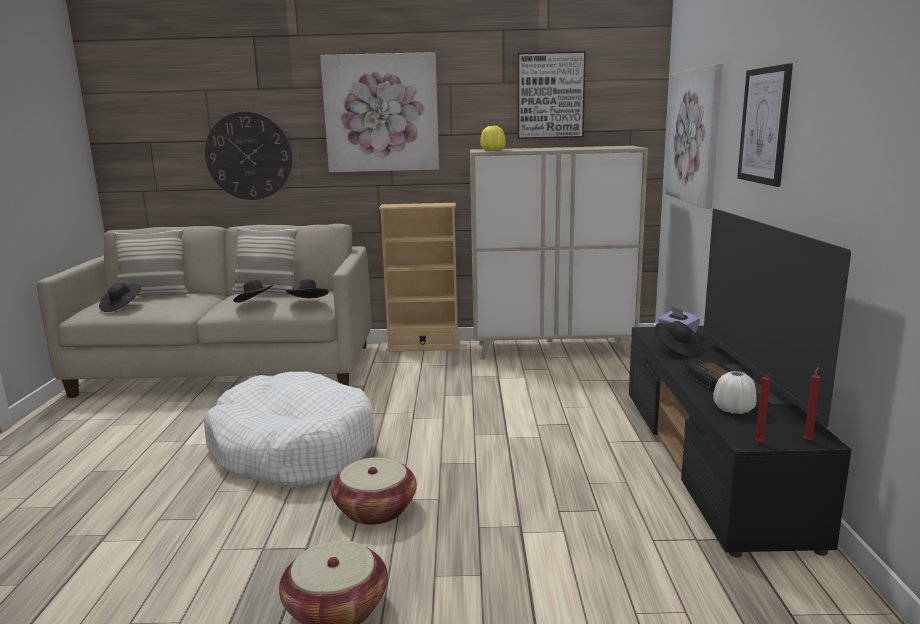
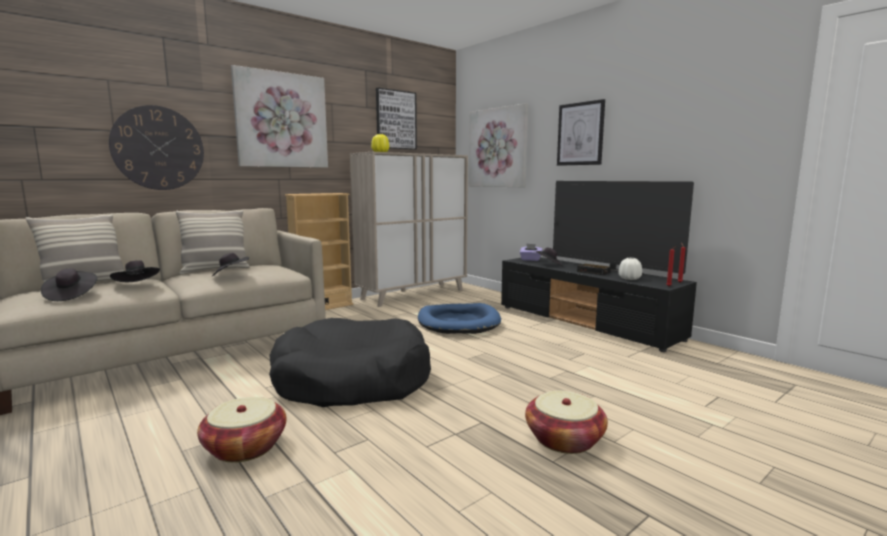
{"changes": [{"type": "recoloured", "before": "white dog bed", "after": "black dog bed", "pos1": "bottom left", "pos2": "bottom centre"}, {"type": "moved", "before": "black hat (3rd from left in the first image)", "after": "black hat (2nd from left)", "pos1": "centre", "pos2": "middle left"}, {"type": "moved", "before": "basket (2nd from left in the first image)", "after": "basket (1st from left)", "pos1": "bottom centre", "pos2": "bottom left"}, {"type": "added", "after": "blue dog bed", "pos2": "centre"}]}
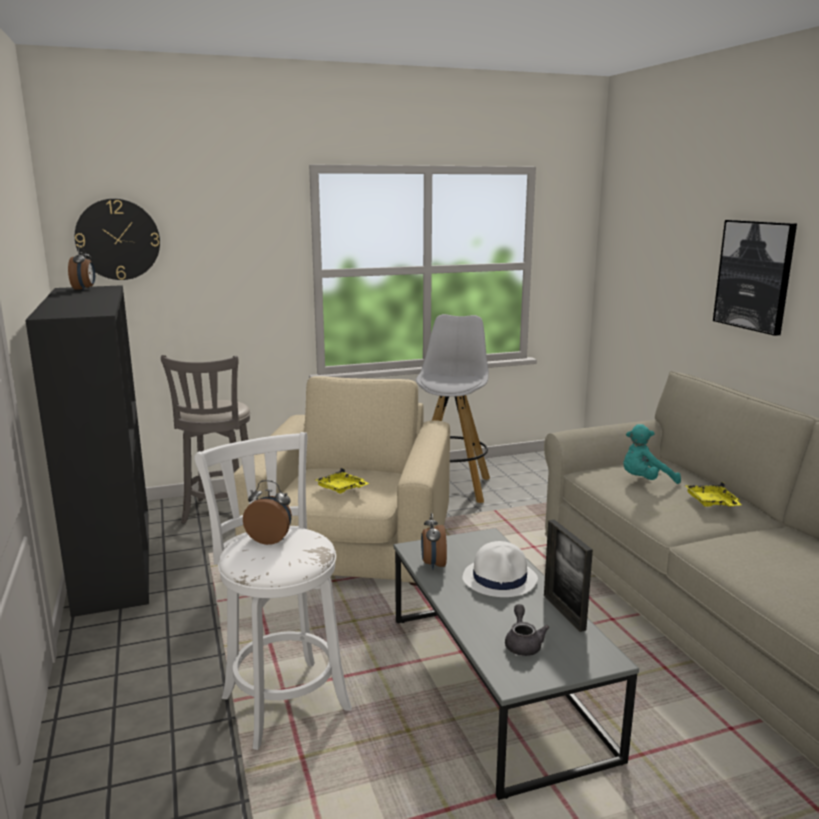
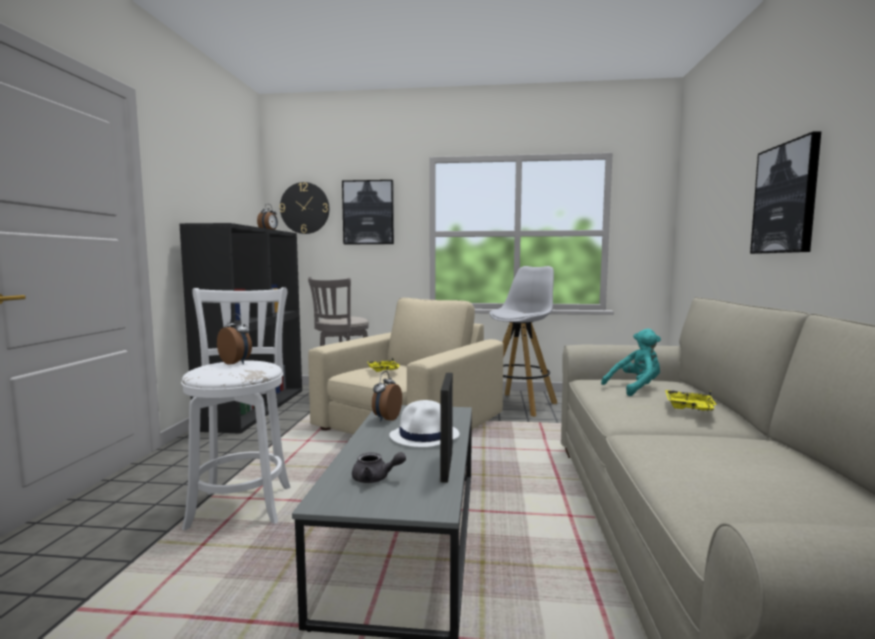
{"changes": [{"type": "turned", "before": "grey teapot", "pos1": "bottom centre", "pos2": "bottom centre", "turn": 75}, {"type": "turned", "before": "turquoise plush toy", "pos1": "middle right", "pos2": "middle right", "turn": 150}, {"type": "added", "after": "picture (1st from left)", "pos2": "top centre"}]}
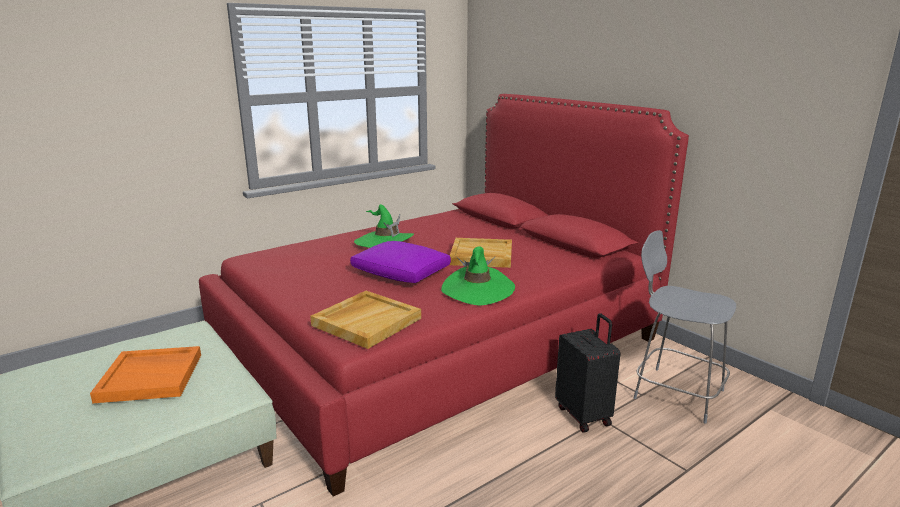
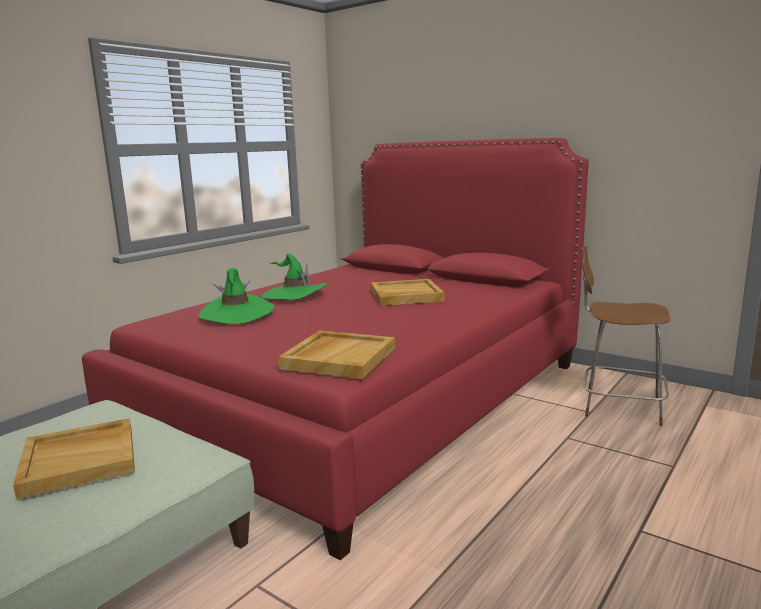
{"changes": [{"type": "recoloured", "before": "orange tray", "after": "beige tray (1st from left)", "pos1": "bottom left", "pos2": "bottom left"}, {"type": "removed", "before": "purple pillow", "pos1": "centre"}, {"type": "moved", "before": "green hat (2nd from left in the first image)", "after": "green hat (1st from left)", "pos1": "centre", "pos2": "middle left"}, {"type": "removed", "before": "black suitcase", "pos1": "bottom centre"}, {"type": "recoloured", "before": "grey chair", "after": "brown chair", "pos1": "middle right", "pos2": "middle right"}]}
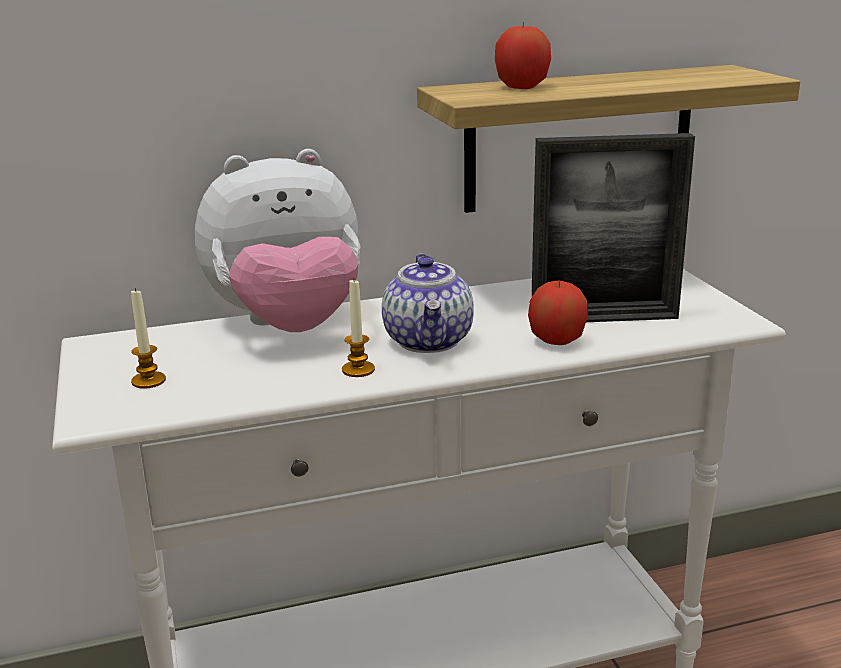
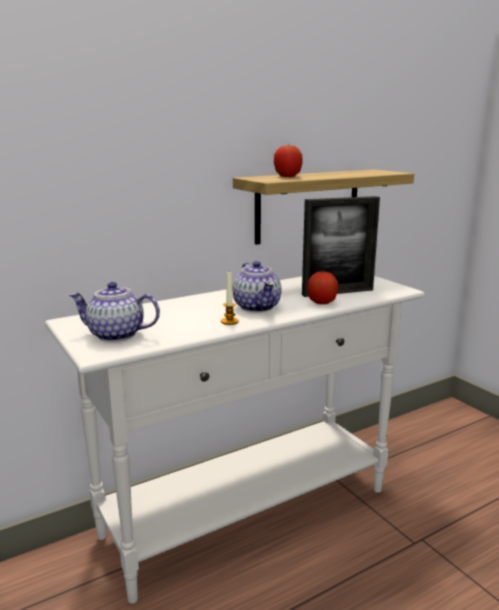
{"changes": [{"type": "replaced", "before": "candle (1st from left)", "after": "teapot (1st from left)", "pos1": "middle left", "pos2": "middle left"}, {"type": "removed", "before": "plush toy", "pos1": "middle left"}]}
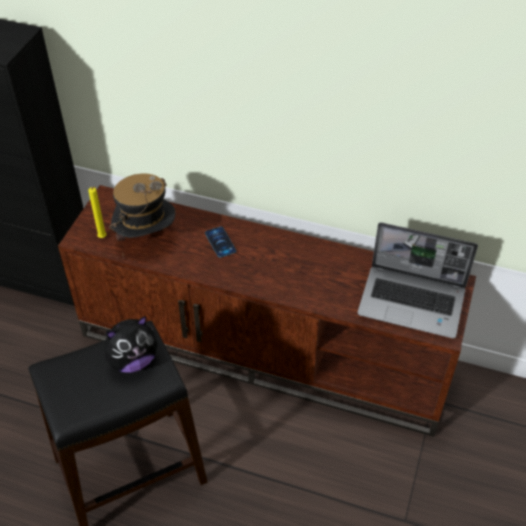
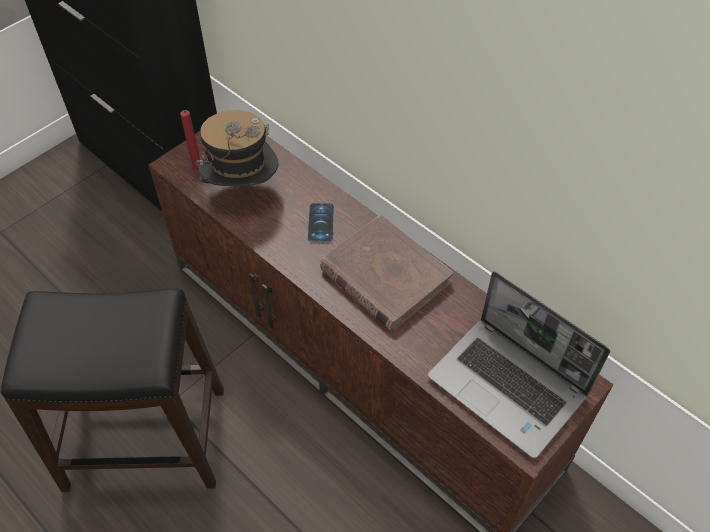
{"changes": [{"type": "recoloured", "before": "yellow candle", "after": "red candle", "pos1": "middle left", "pos2": "top left"}, {"type": "removed", "before": "plush toy", "pos1": "middle left"}, {"type": "added", "after": "brown book", "pos2": "centre"}]}
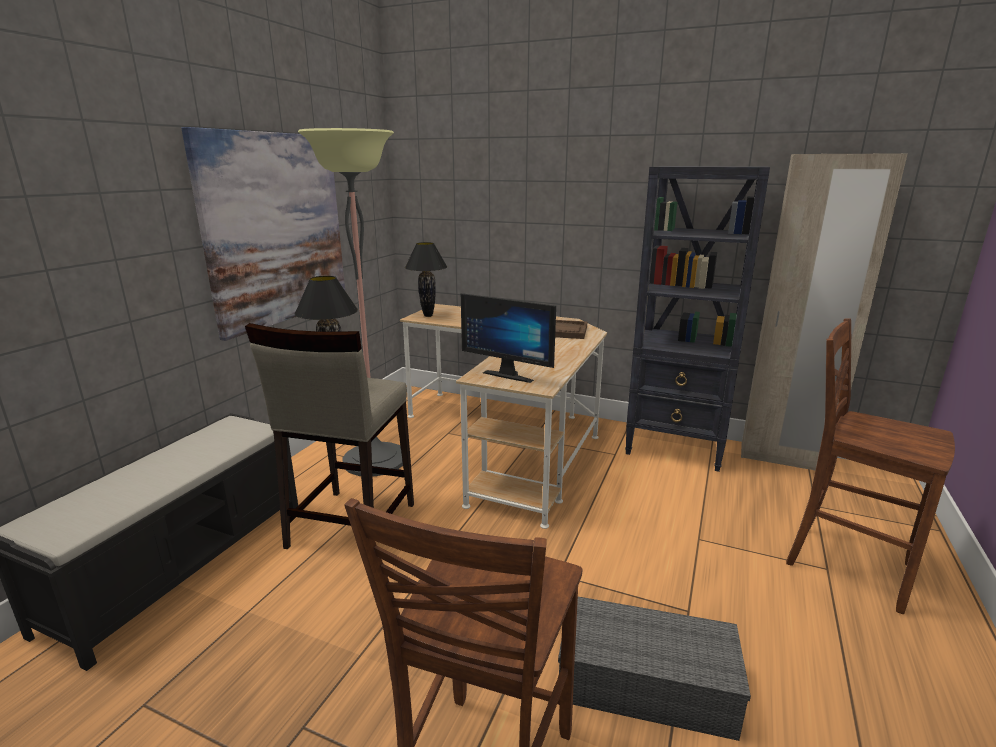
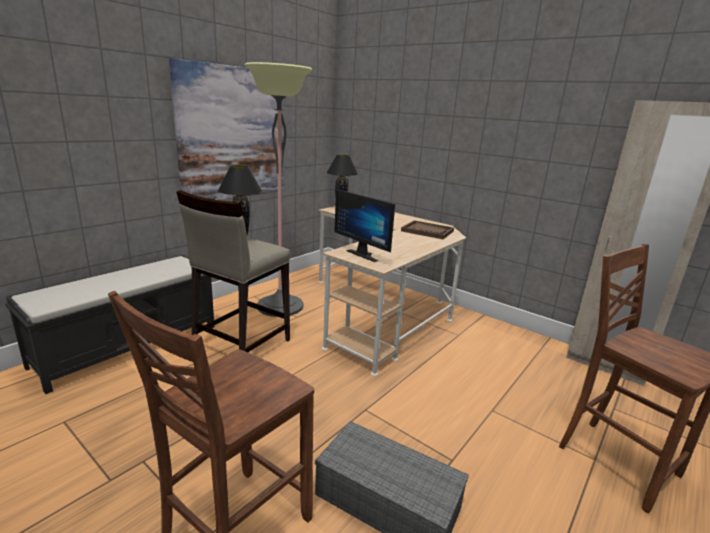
{"changes": [{"type": "removed", "before": "black bookcase", "pos1": "middle right"}]}
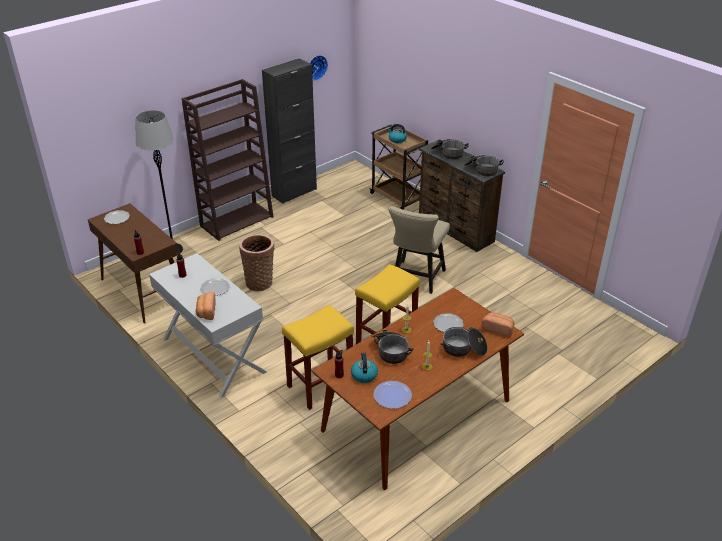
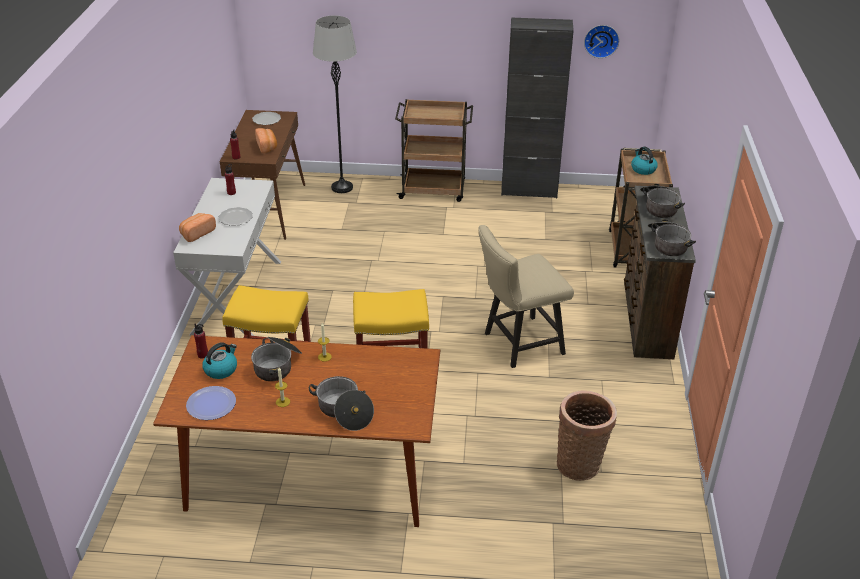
{"changes": [{"type": "replaced", "before": "brown bookcase", "after": "brown cart (1st from left)", "pos1": "top left", "pos2": "top centre"}, {"type": "moved", "before": "basket", "pos1": "centre", "pos2": "bottom right"}, {"type": "removed", "before": "plate (4th from left)", "pos1": "centre"}, {"type": "moved", "before": "bread (2nd from left)", "pos1": "middle right", "pos2": "top left"}]}
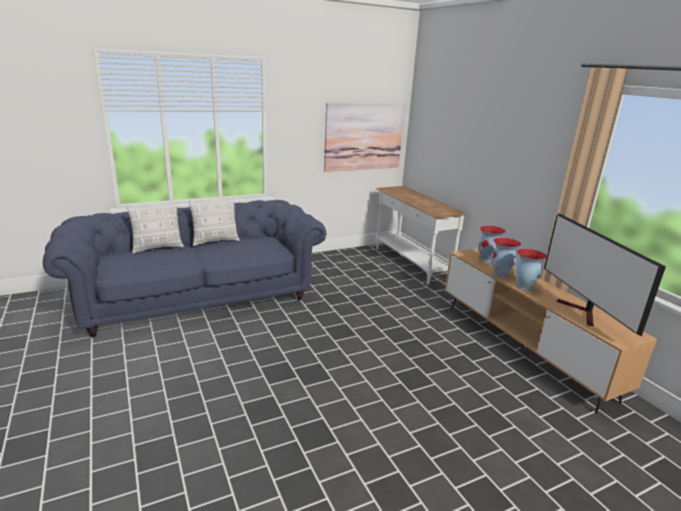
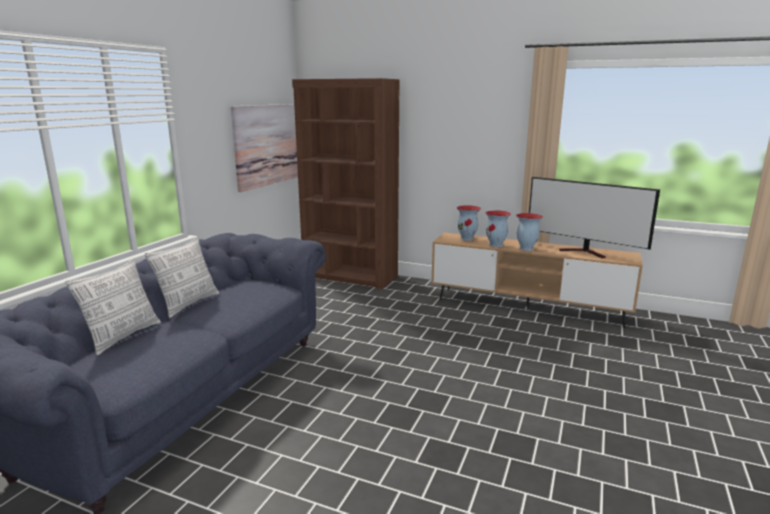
{"changes": [{"type": "replaced", "before": "white console table", "after": "brown bookcase", "pos1": "centre", "pos2": "centre"}]}
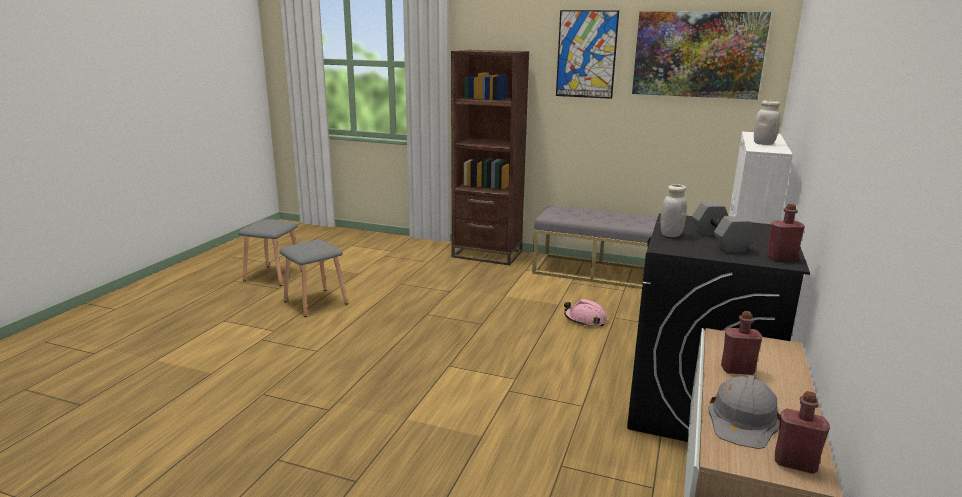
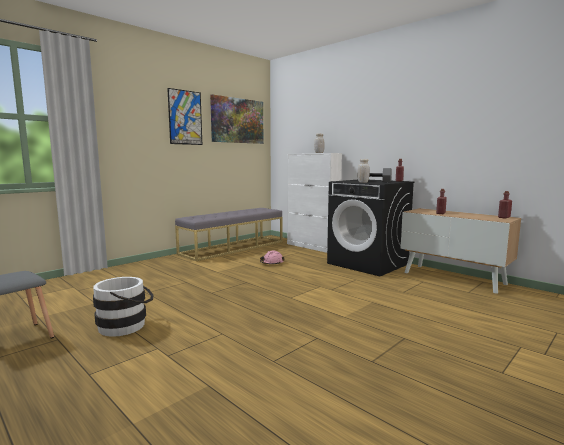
{"changes": [{"type": "replaced", "before": "grey stool (2nd from left)", "after": "white bucket", "pos1": "middle left", "pos2": "bottom left"}, {"type": "removed", "before": "brown bookcase", "pos1": "top centre"}, {"type": "removed", "before": "grey hard hat", "pos1": "bottom right"}]}
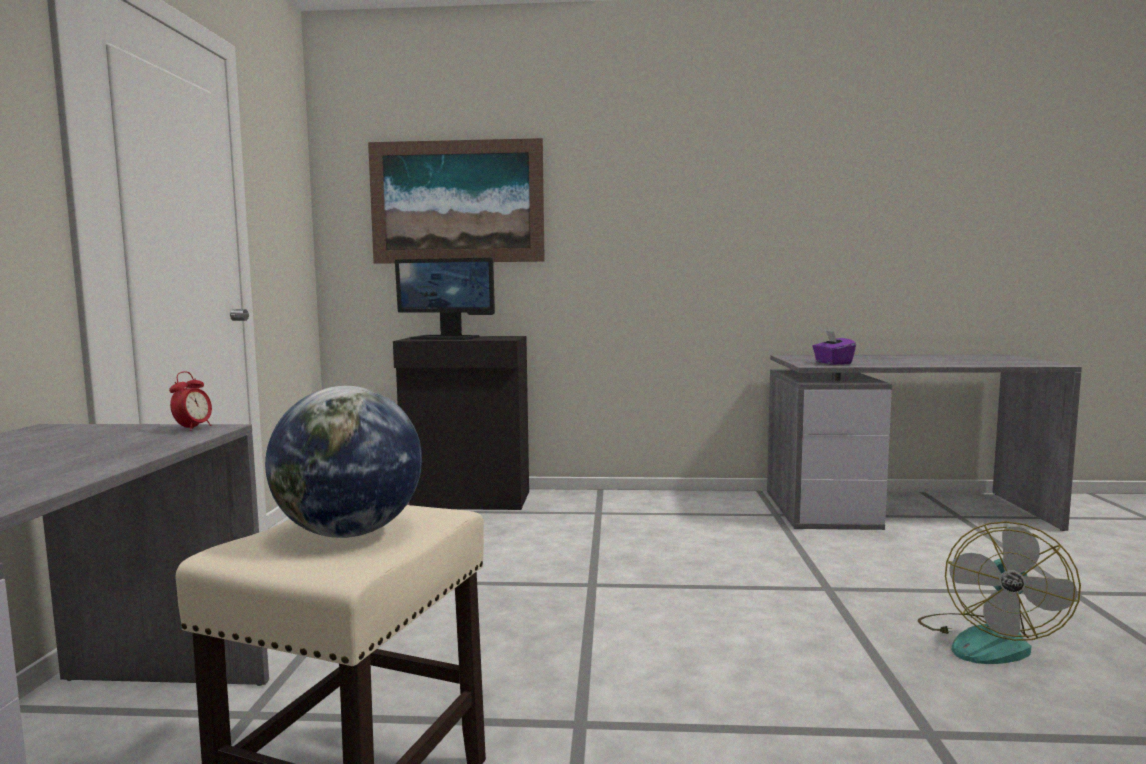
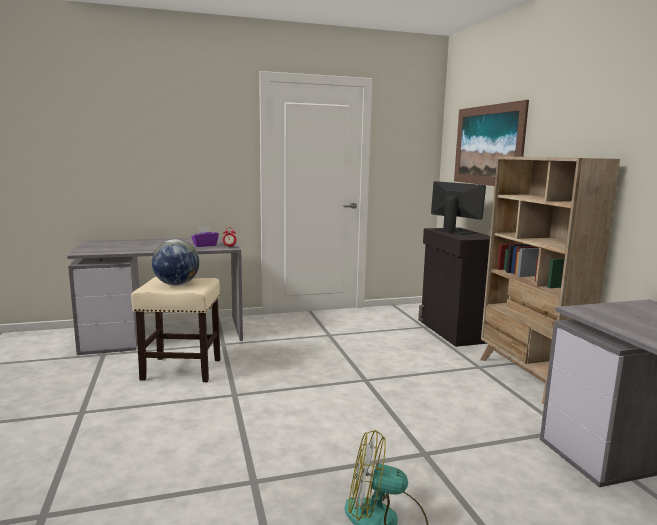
{"changes": [{"type": "turned", "before": "monitor", "pos1": "centre", "pos2": "middle right", "turn": 150}, {"type": "moved", "before": "purple tissue box", "pos1": "middle right", "pos2": "middle left"}, {"type": "added", "after": "beige bookcase", "pos2": "middle right"}]}
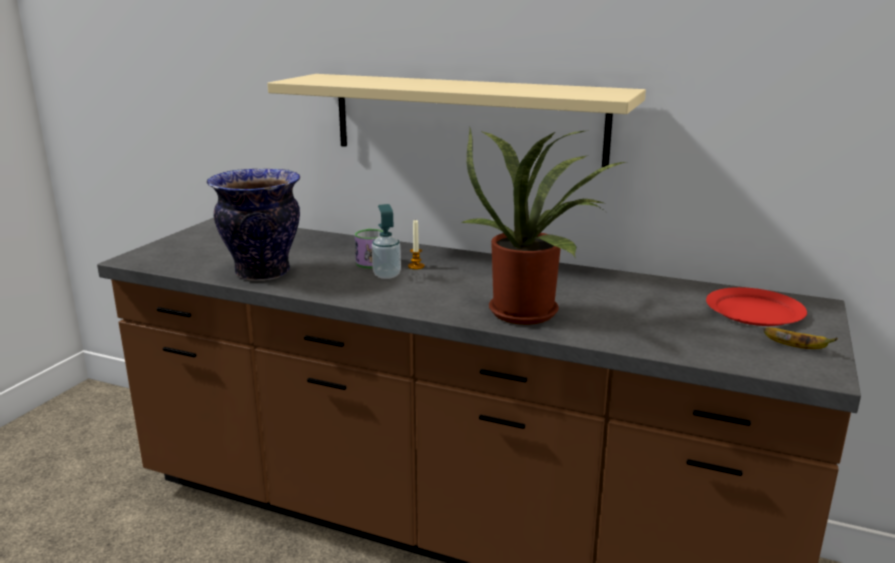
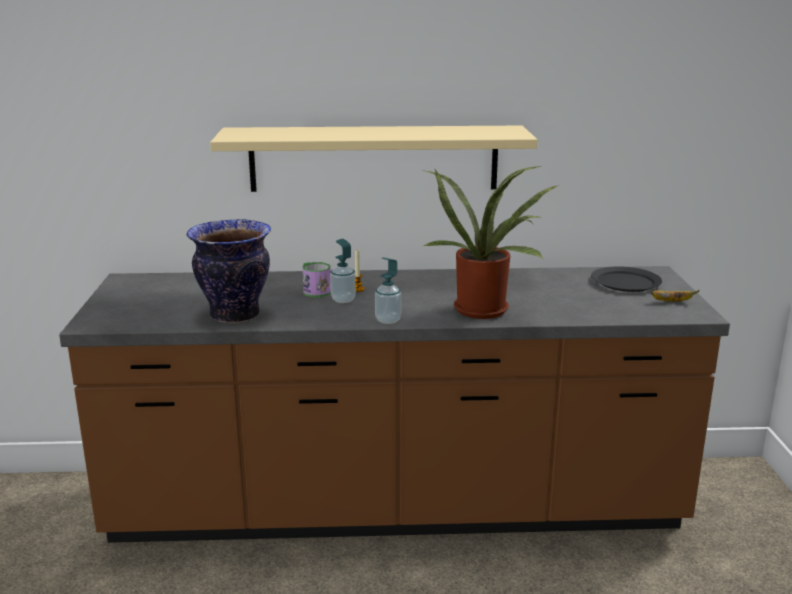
{"changes": [{"type": "recoloured", "before": "red plate", "after": "black plate", "pos1": "middle right", "pos2": "middle right"}, {"type": "added", "after": "soap dispenser (2nd from left)", "pos2": "centre"}]}
